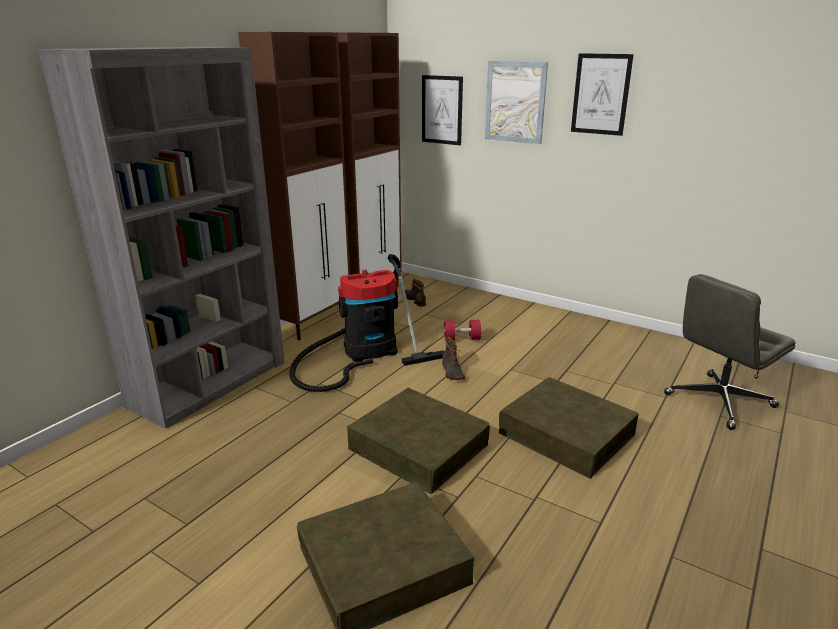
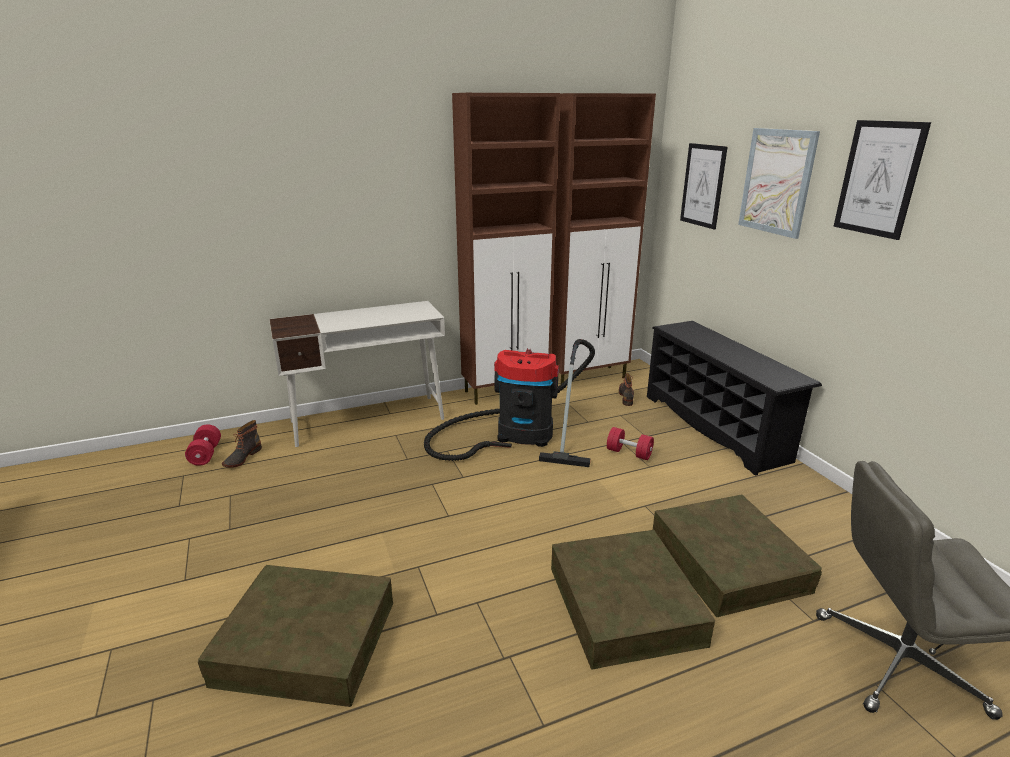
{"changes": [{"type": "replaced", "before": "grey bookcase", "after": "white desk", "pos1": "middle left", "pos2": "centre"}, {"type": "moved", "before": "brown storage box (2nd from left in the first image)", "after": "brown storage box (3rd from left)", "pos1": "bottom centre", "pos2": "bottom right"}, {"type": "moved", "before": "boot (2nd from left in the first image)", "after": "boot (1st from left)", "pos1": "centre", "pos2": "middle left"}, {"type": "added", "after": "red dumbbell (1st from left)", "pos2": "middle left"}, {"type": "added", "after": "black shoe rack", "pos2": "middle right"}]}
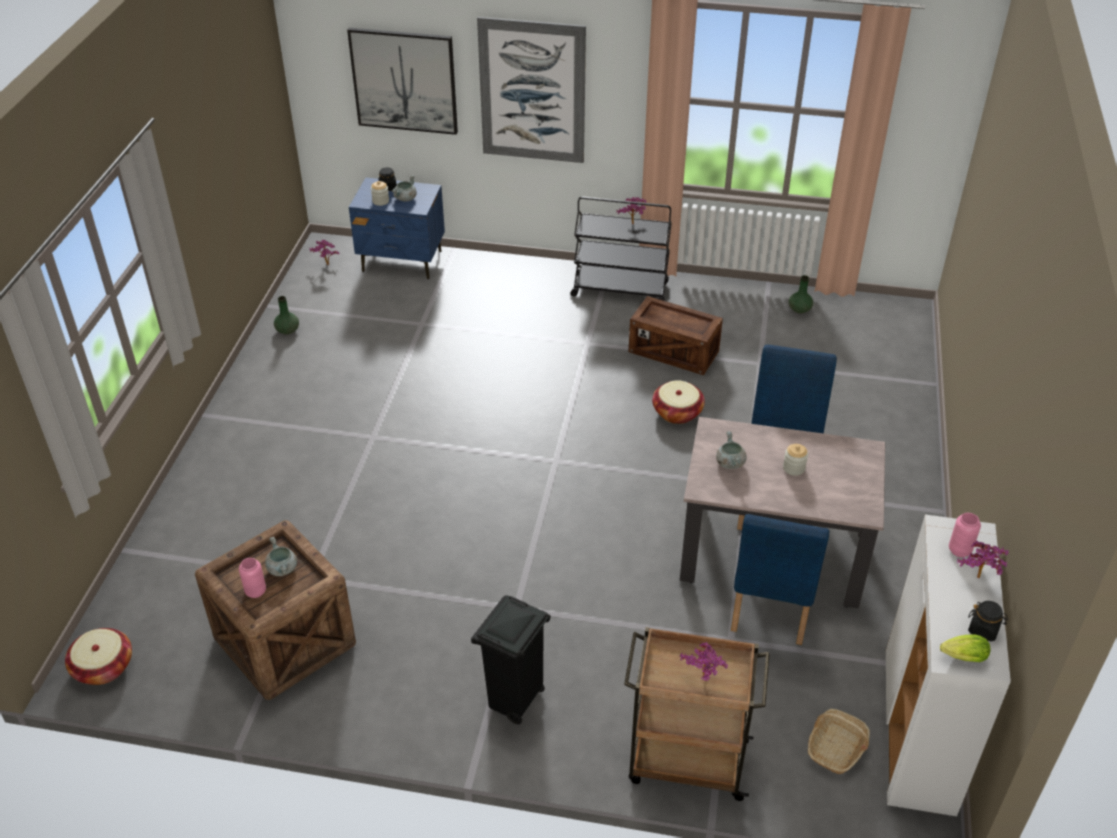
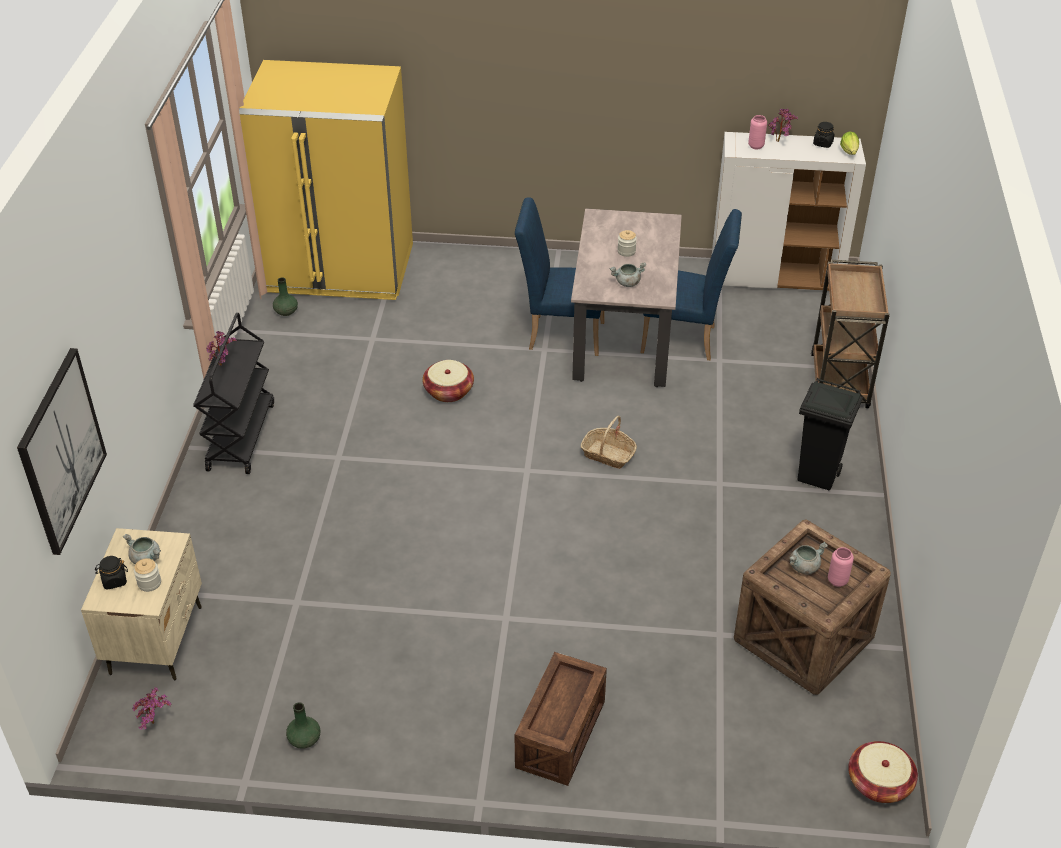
{"changes": [{"type": "recoloured", "before": "blue nightstand", "after": "beige nightstand", "pos1": "top centre", "pos2": "bottom left"}, {"type": "removed", "before": "picture (2nd from left)", "pos1": "top centre"}, {"type": "moved", "before": "crate (2nd from left in the first image)", "after": "crate (1st from left)", "pos1": "centre", "pos2": "bottom centre"}, {"type": "removed", "before": "potted plant (3rd from left)", "pos1": "bottom centre"}, {"type": "moved", "before": "basket (3rd from left in the first image)", "after": "basket (2nd from left)", "pos1": "bottom right", "pos2": "centre"}, {"type": "added", "after": "yellow fridge", "pos2": "top left"}]}
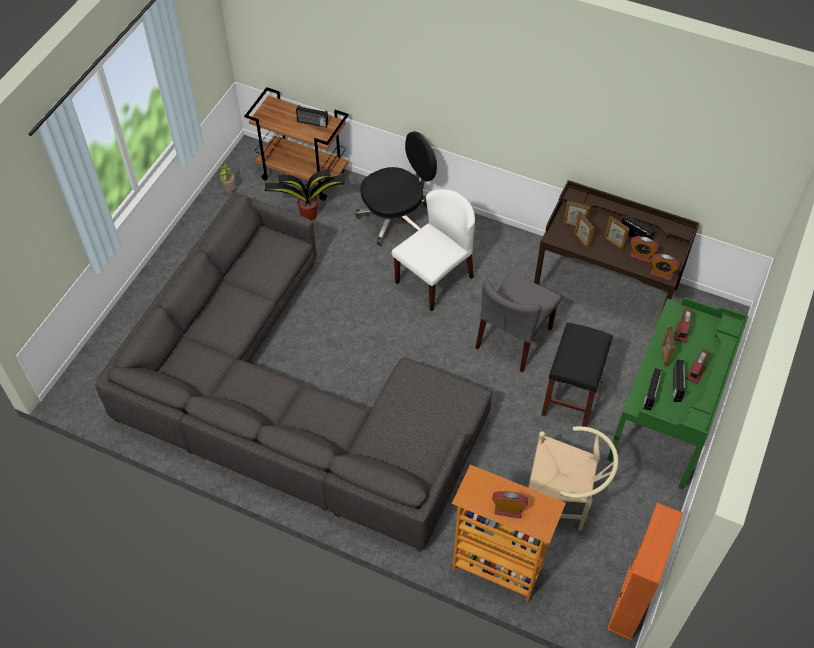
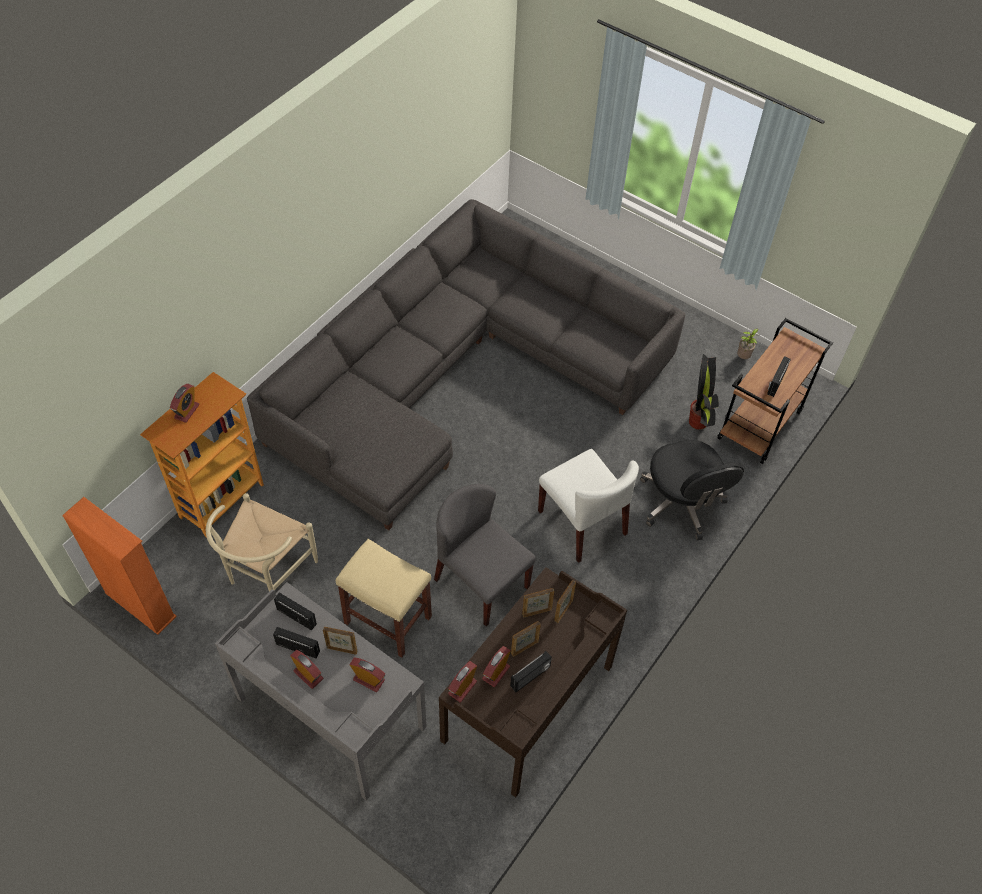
{"changes": [{"type": "recoloured", "before": "black stool", "after": "beige stool", "pos1": "middle right", "pos2": "bottom centre"}, {"type": "recoloured", "before": "green desk", "after": "grey desk", "pos1": "middle right", "pos2": "bottom left"}]}
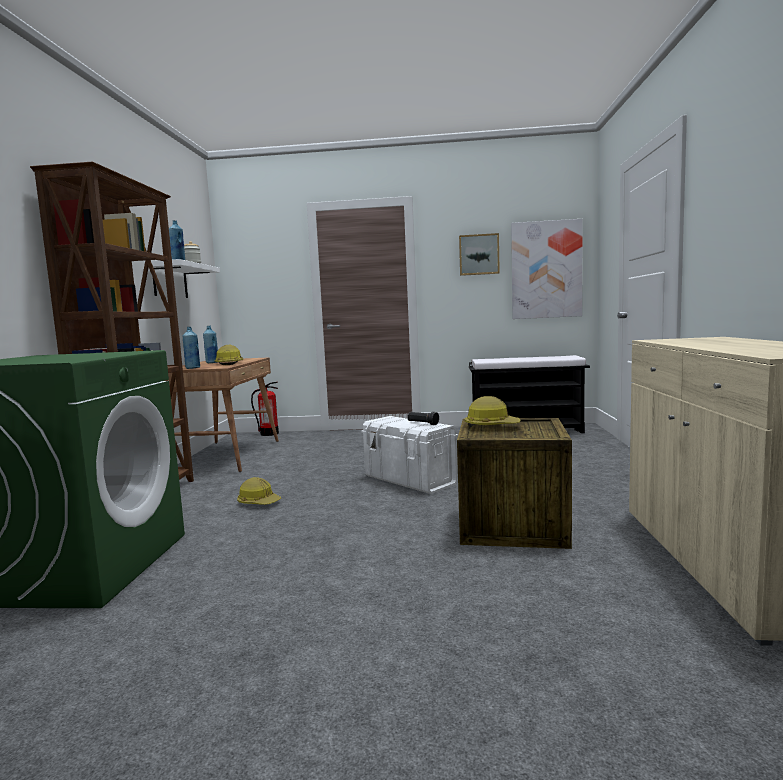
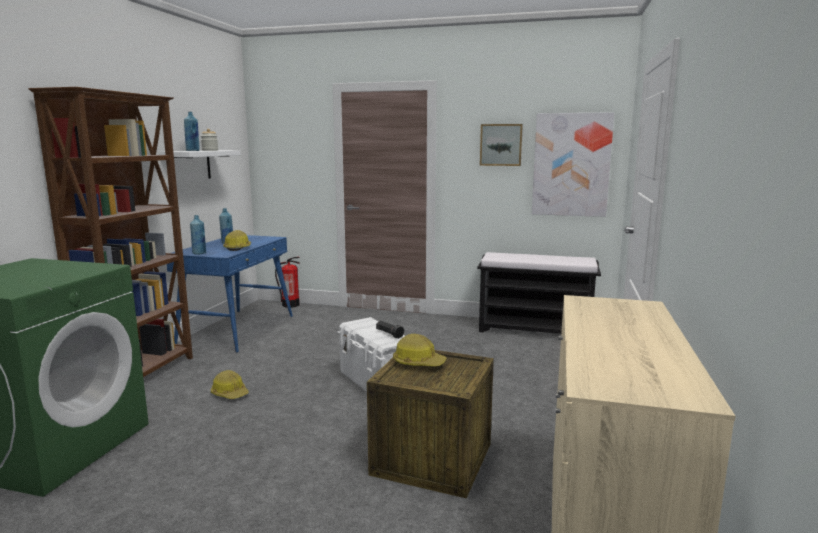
{"changes": [{"type": "recoloured", "before": "brown desk", "after": "blue desk", "pos1": "middle left", "pos2": "middle left"}]}
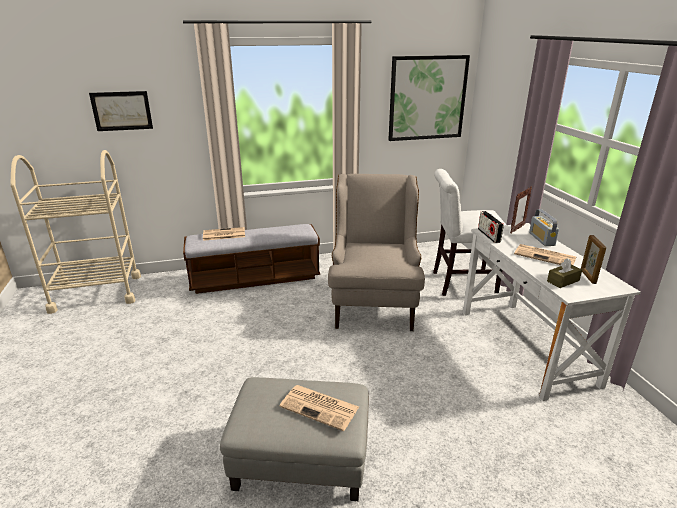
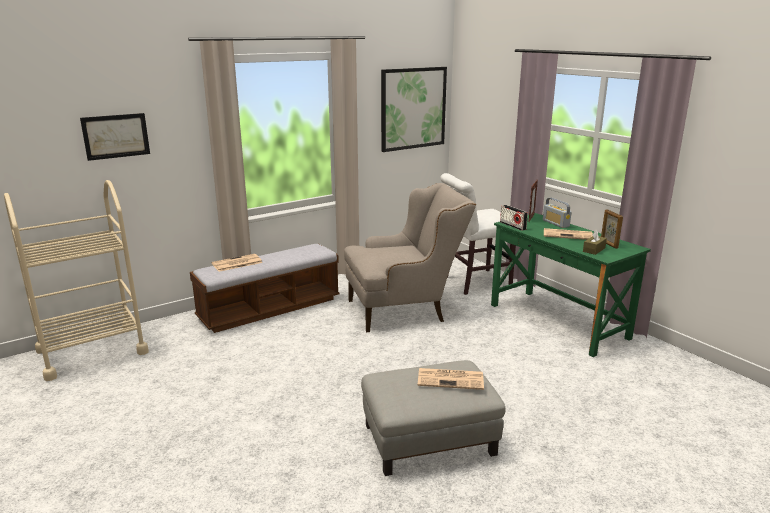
{"changes": [{"type": "turned", "before": "beige armchair", "pos1": "centre", "pos2": "centre", "turn": 90}, {"type": "recoloured", "before": "white desk", "after": "green desk", "pos1": "middle right", "pos2": "middle right"}]}
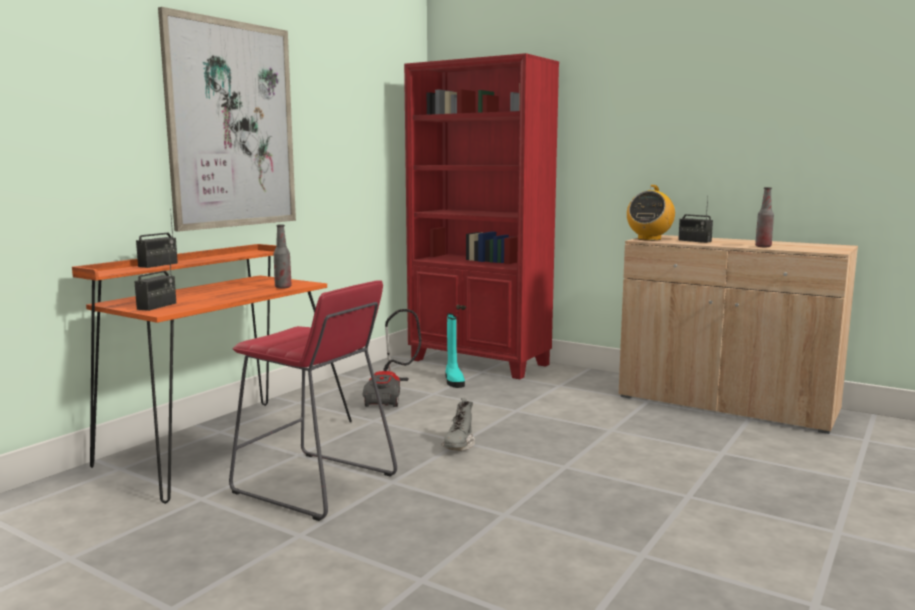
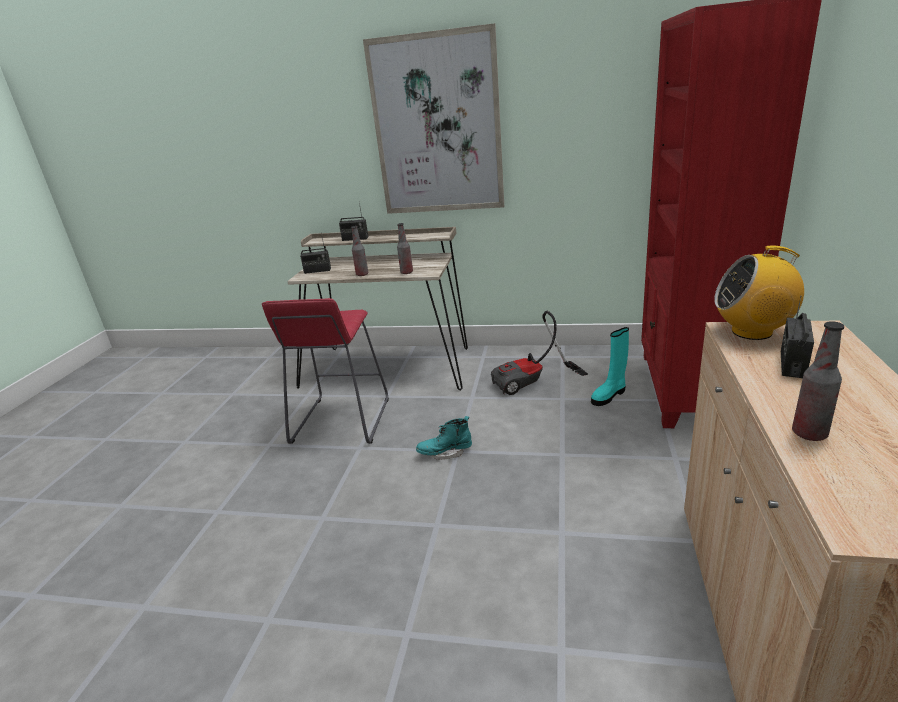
{"changes": [{"type": "recoloured", "before": "orange desk", "after": "beige desk", "pos1": "middle left", "pos2": "centre"}, {"type": "recoloured", "before": "grey boot", "after": "turquoise boot (1st from left)", "pos1": "bottom centre", "pos2": "centre"}, {"type": "added", "after": "bottle (1st from left)", "pos2": "centre"}]}
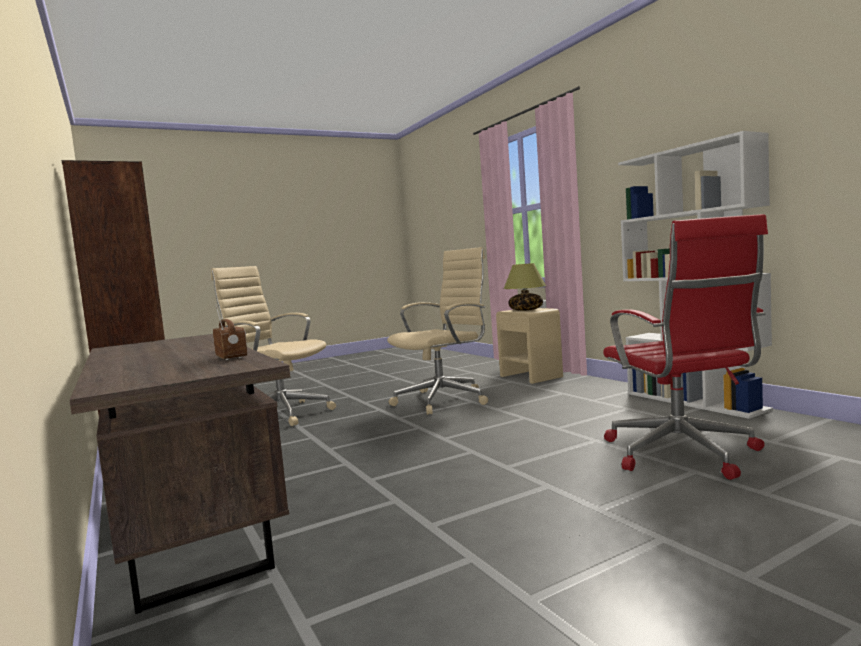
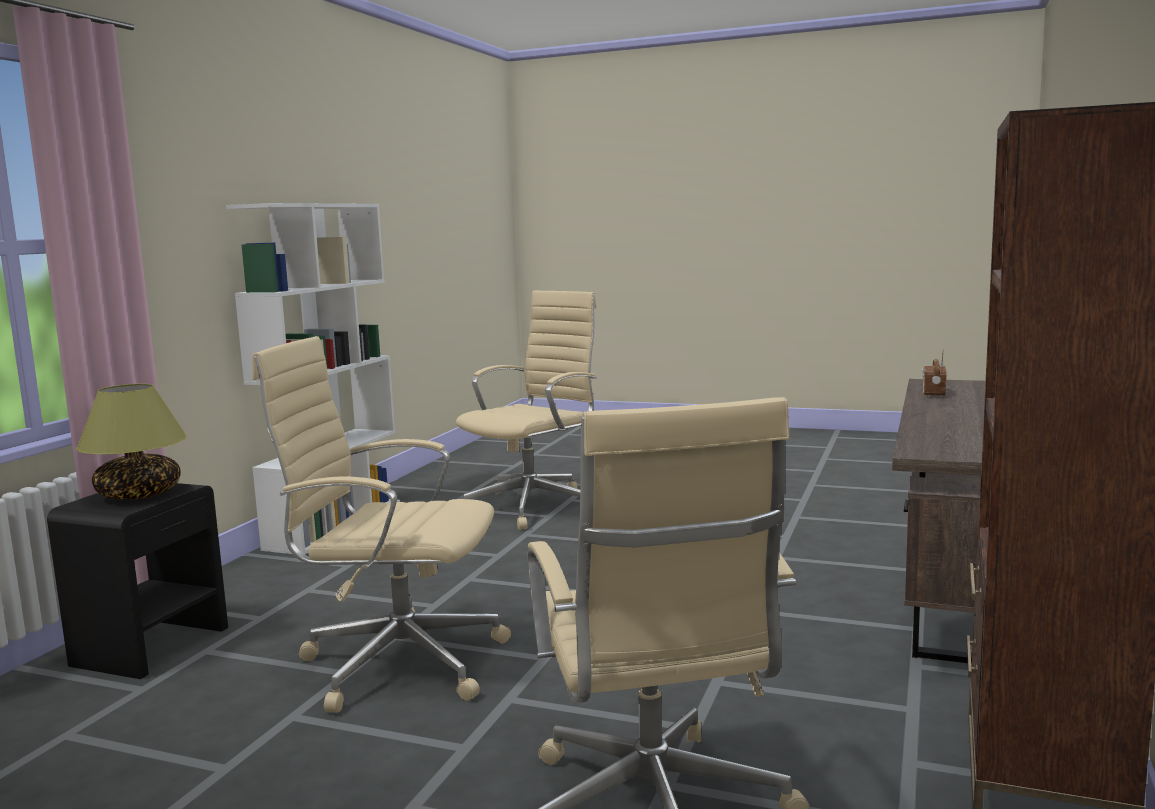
{"changes": [{"type": "recoloured", "before": "beige nightstand", "after": "black nightstand", "pos1": "centre", "pos2": "bottom left"}, {"type": "recoloured", "before": "red office chair", "after": "beige office chair (2nd from left)", "pos1": "middle right", "pos2": "centre"}]}
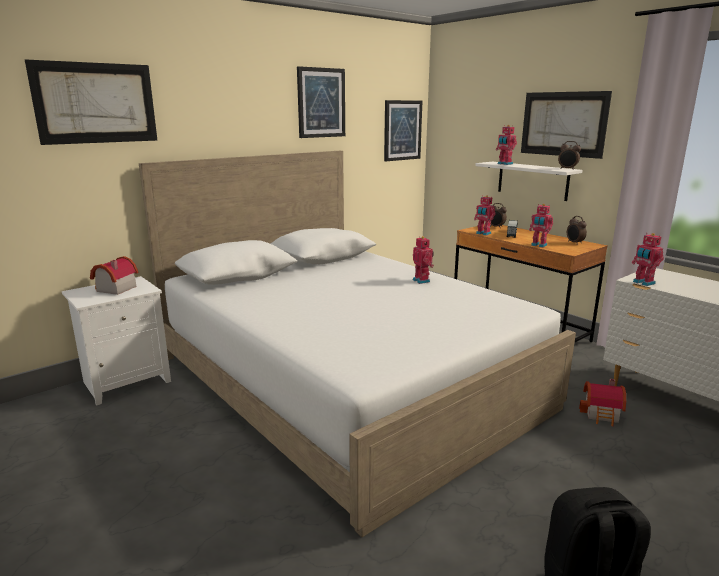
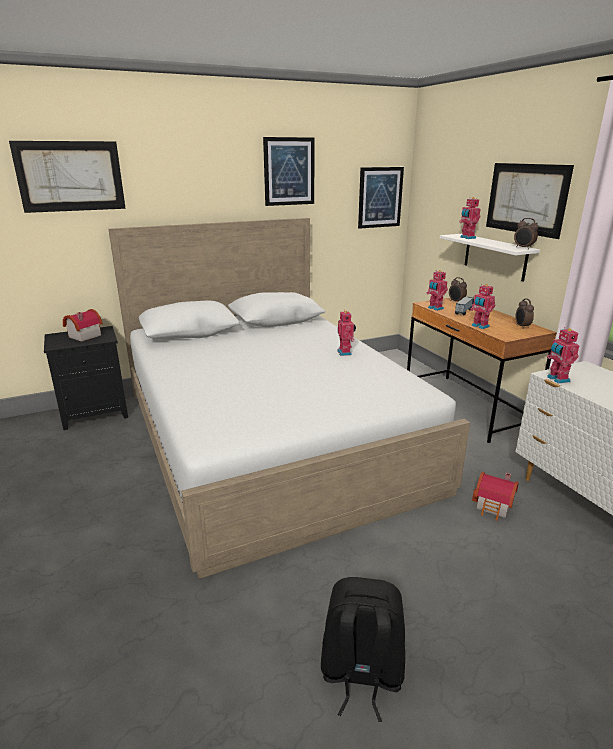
{"changes": [{"type": "recoloured", "before": "white nightstand", "after": "black nightstand", "pos1": "middle left", "pos2": "middle left"}]}
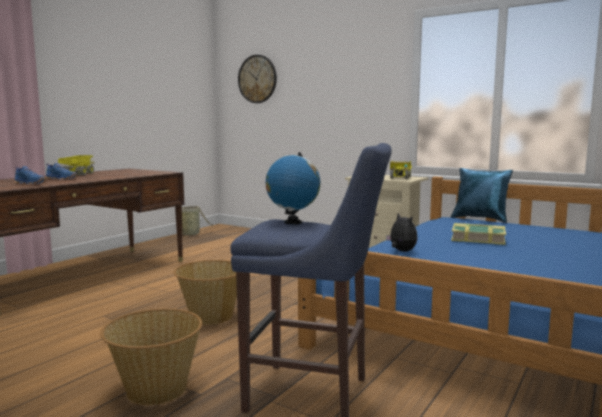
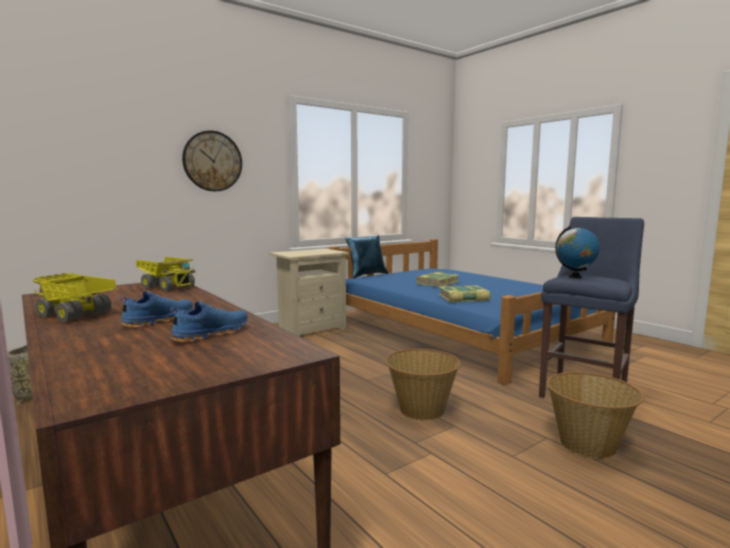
{"changes": [{"type": "moved", "before": "wall clock", "pos1": "top centre", "pos2": "top left"}, {"type": "replaced", "before": "plush toy", "after": "book (2nd from left)", "pos1": "middle right", "pos2": "centre"}, {"type": "moved", "before": "toy truck (2nd from left)", "pos1": "centre", "pos2": "middle left"}]}
